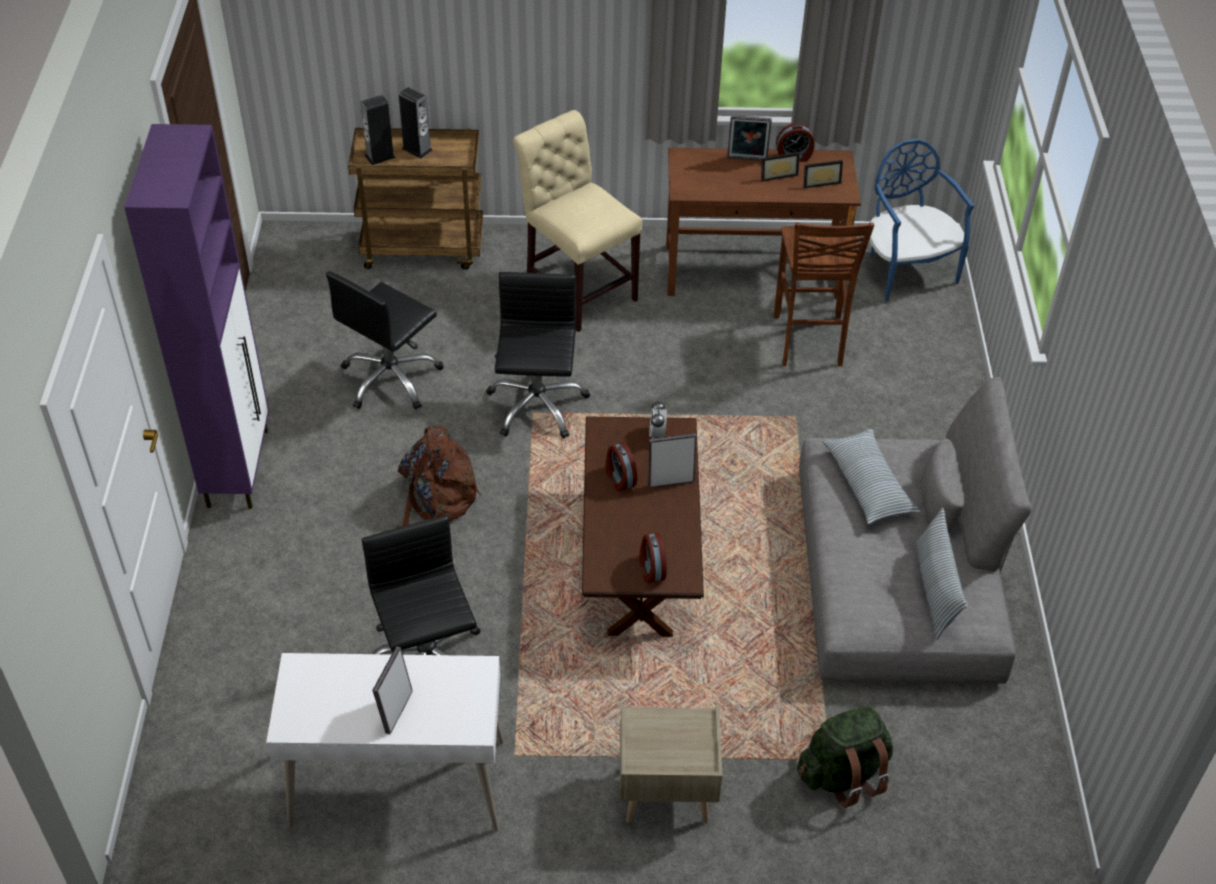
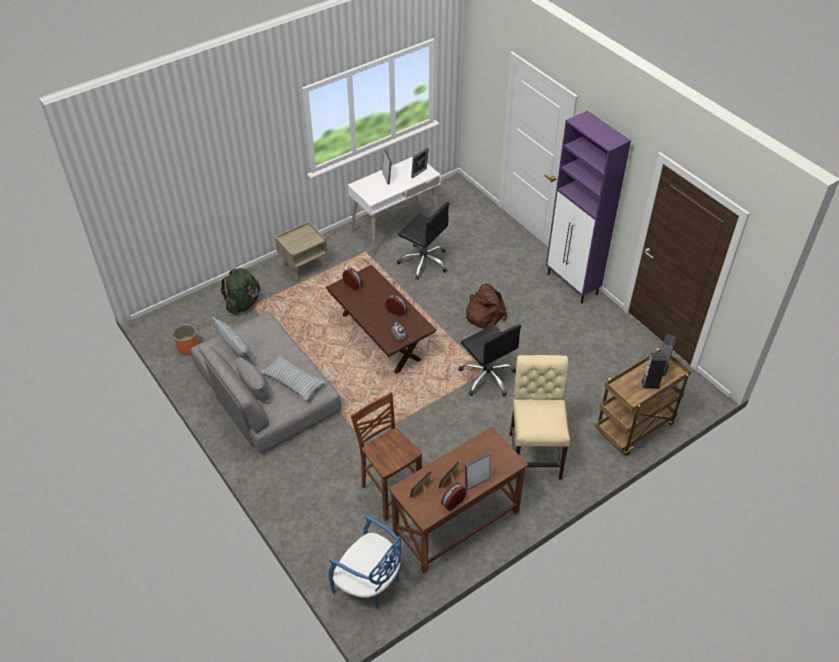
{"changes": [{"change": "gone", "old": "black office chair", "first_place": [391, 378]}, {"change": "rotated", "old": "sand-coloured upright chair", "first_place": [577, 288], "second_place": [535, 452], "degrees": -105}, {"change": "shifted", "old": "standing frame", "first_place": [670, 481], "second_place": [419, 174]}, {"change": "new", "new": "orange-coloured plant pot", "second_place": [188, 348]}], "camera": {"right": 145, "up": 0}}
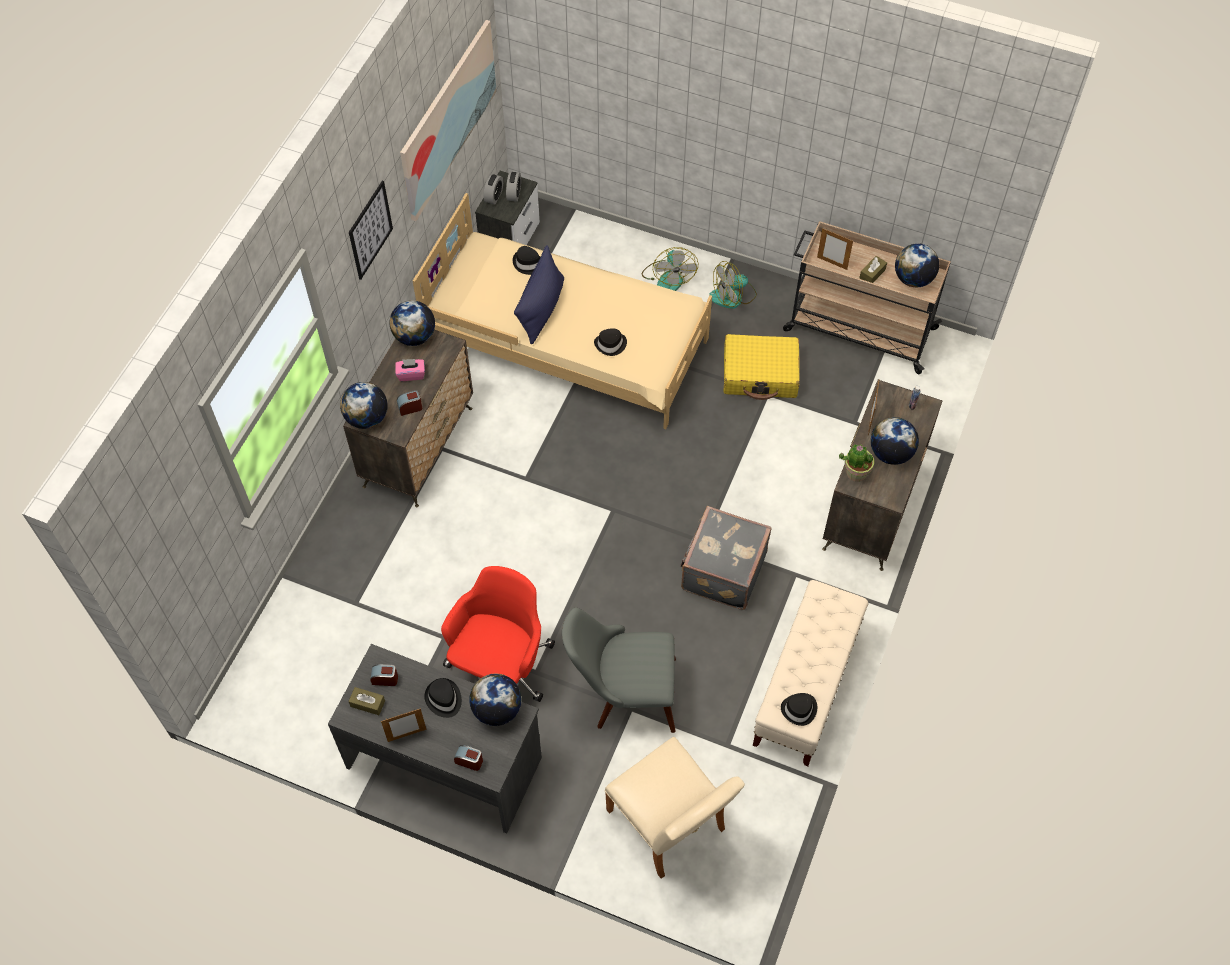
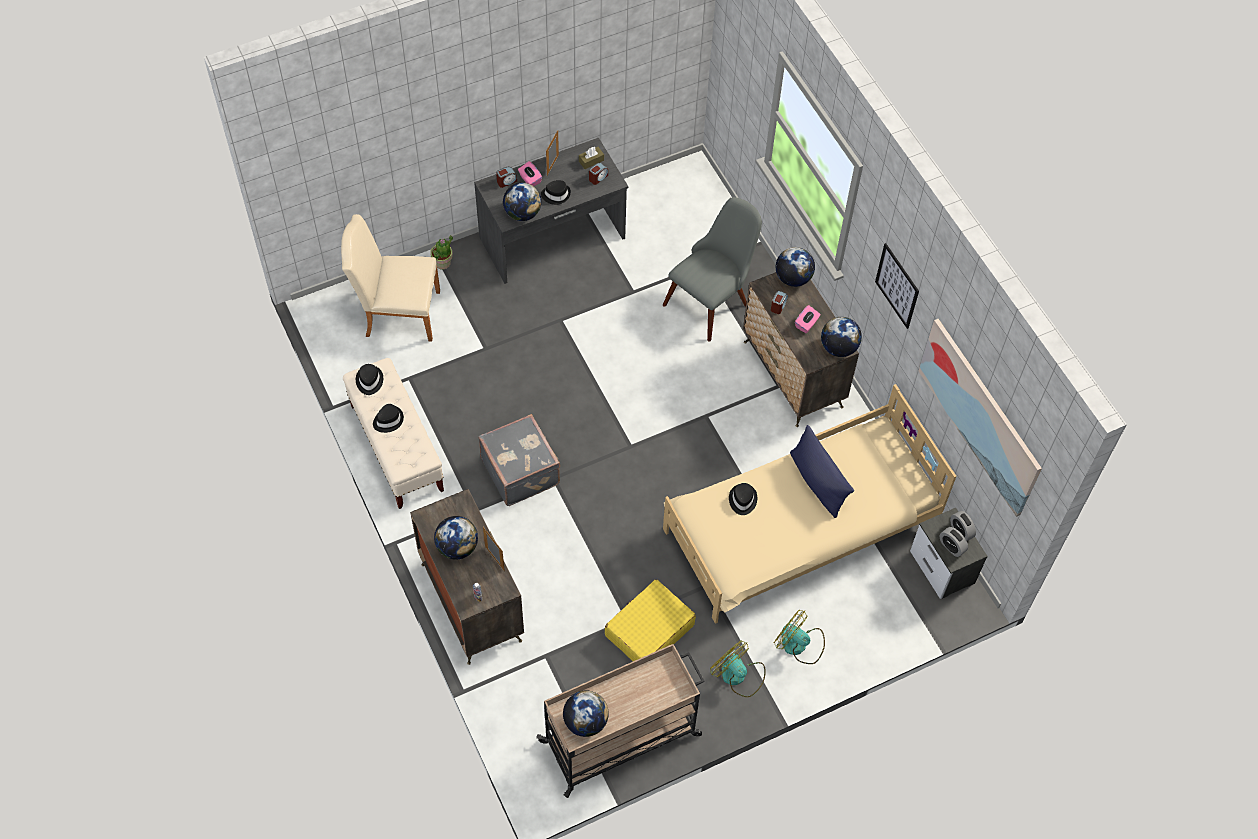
{"changes": [{"change": "gone", "old": "reddish office chair", "first_place": [500, 667]}, {"change": "shifted", "old": "black clothing hat", "first_place": [528, 264], "second_place": [388, 420]}, {"change": "shifted", "old": "greyish upright chair", "first_place": [623, 693], "second_place": [712, 298]}, {"change": "rotated", "old": "fan", "first_place": [733, 296], "second_place": [738, 676], "degrees": -60}, {"change": "gone", "old": "standing frame", "first_place": [832, 263]}, {"change": "shifted", "old": "plant in a pot", "first_place": [856, 472], "second_place": [443, 262]}, {"change": "gone", "old": "brown-coloured tissue holder", "first_place": [872, 274]}, {"change": "new", "new": "pink-coloured tissue holder", "second_place": [530, 179]}], "camera": {"right": 130, "up": 0}}
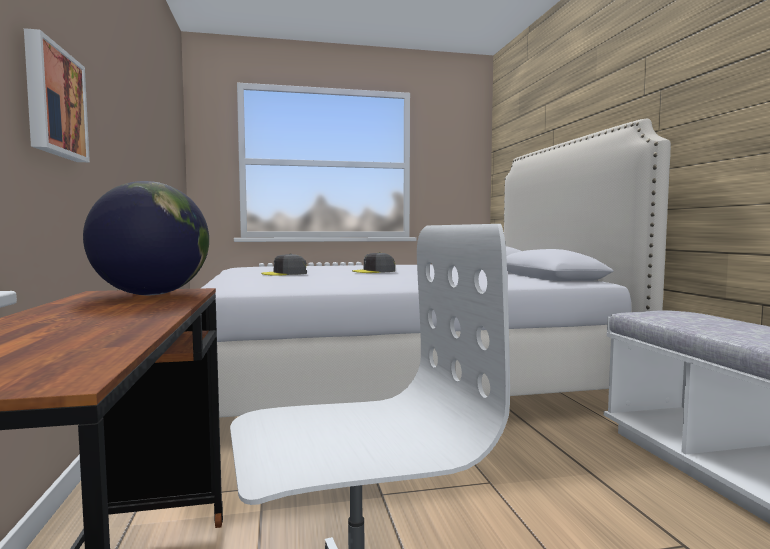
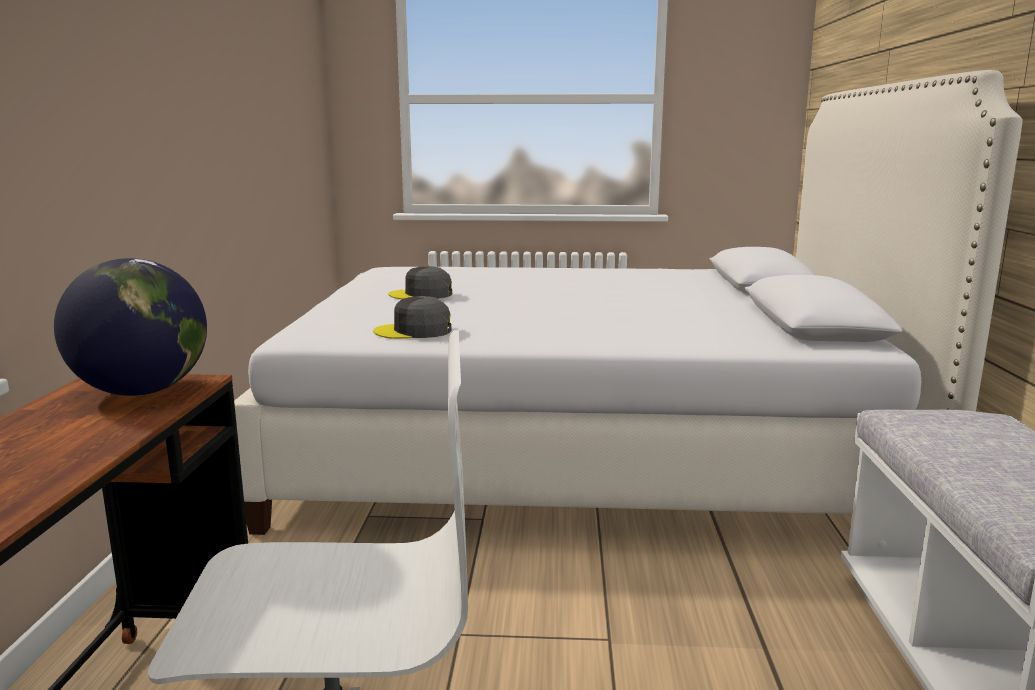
{"changes": [{"change": "gone", "old": "picture", "first_place": [53, 102]}, {"change": "shifted", "old": "greyish baseball cap", "first_place": [374, 271], "second_place": [414, 331]}], "camera": {"right": 15, "up": 10}}
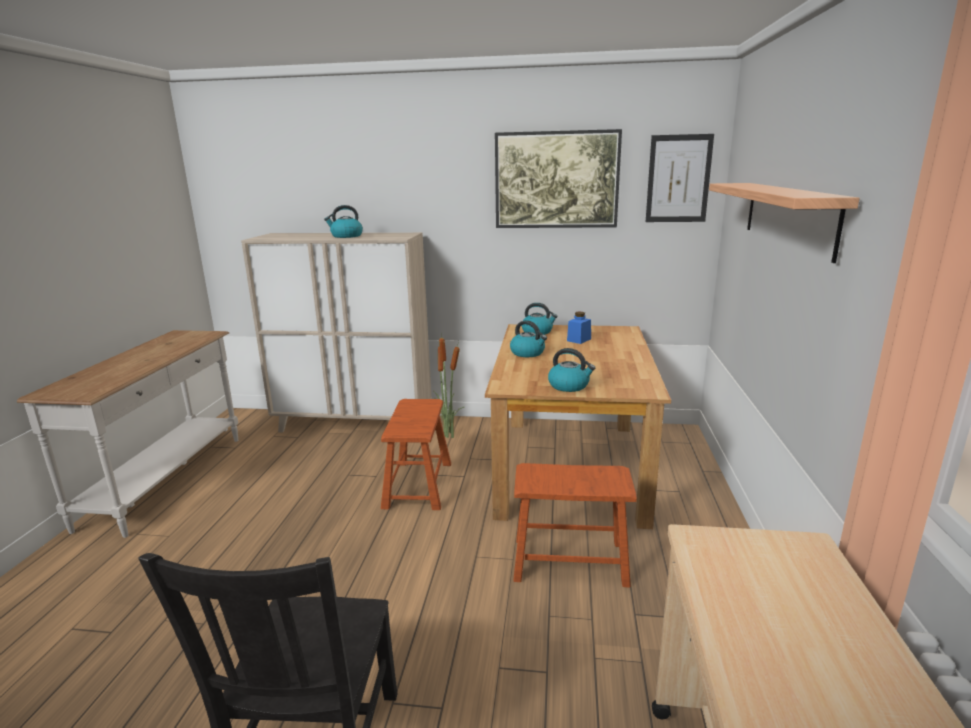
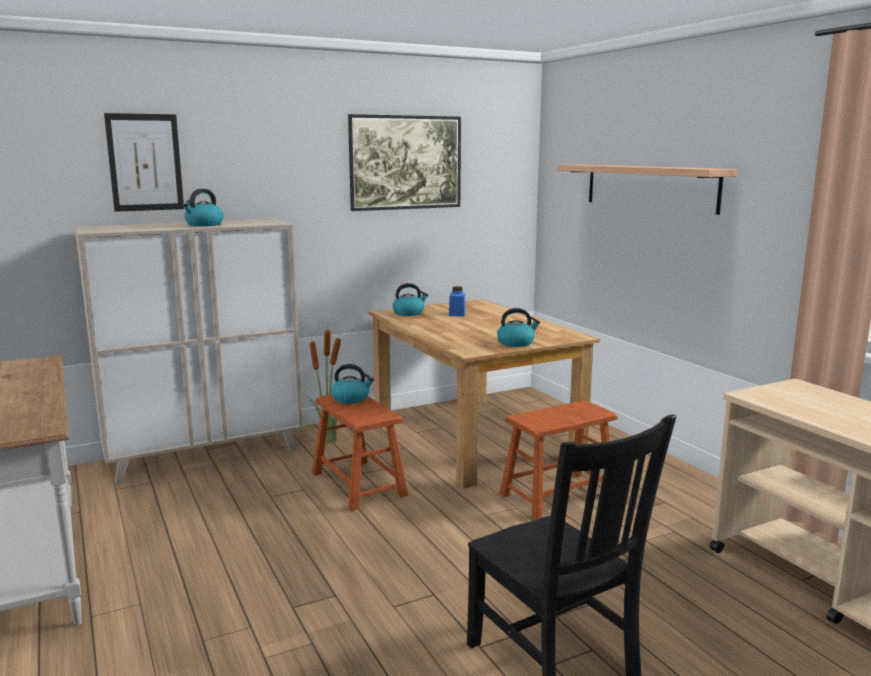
{"changes": [{"change": "shifted", "old": "water kettle", "first_place": [528, 353], "second_place": [351, 398]}, {"change": "shifted", "old": "picture", "first_place": [678, 179], "second_place": [145, 162]}], "camera": {"right": -35, "up": -5}}
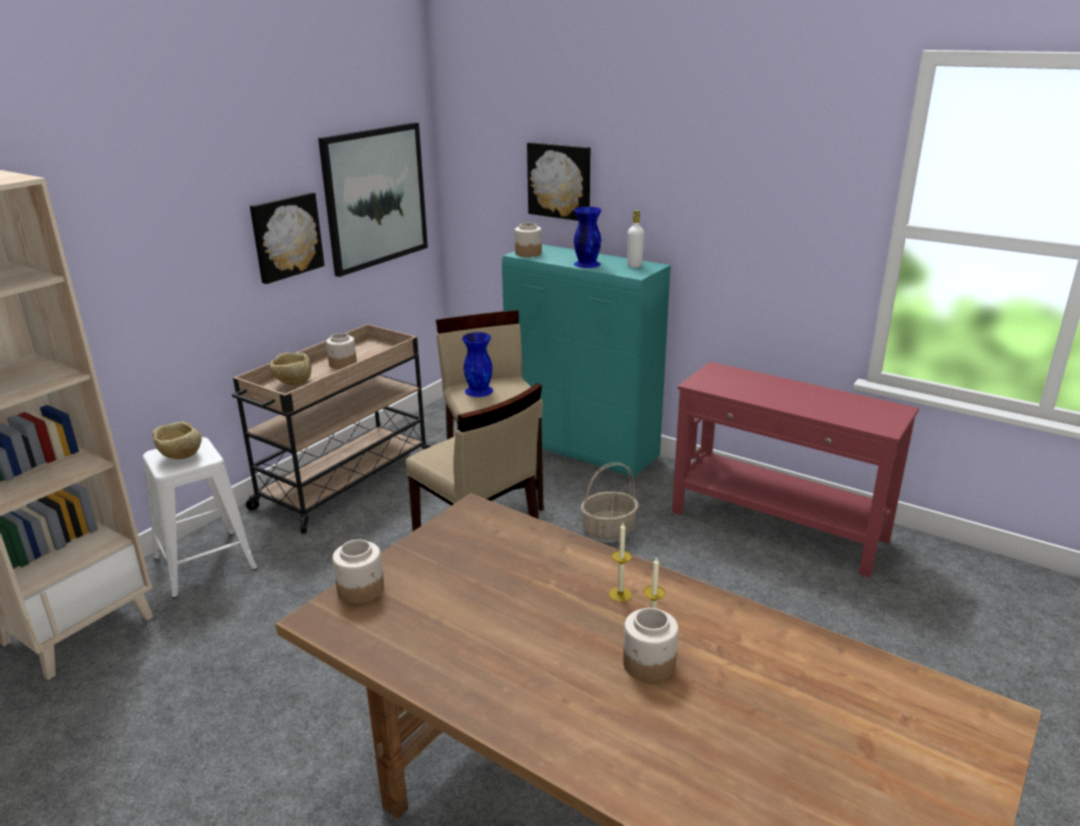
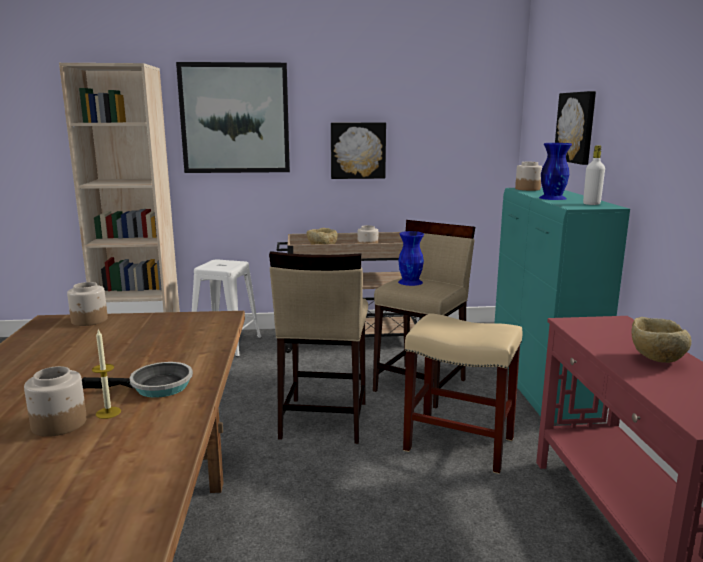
{"changes": [{"change": "shifted", "old": "sand-coloured serving bowl", "first_place": [180, 457], "second_place": [655, 360]}, {"change": "shifted", "old": "picture", "first_place": [375, 197], "second_place": [235, 118]}, {"change": "swapped", "old": "basket", "new": "sand-coloured sitting stool", "first_place": [609, 529], "second_place": [460, 444]}, {"change": "swapped", "old": "candle", "new": "skillet", "first_place": [620, 594], "second_place": [155, 387]}], "camera": {"right": 50, "up": -10}}
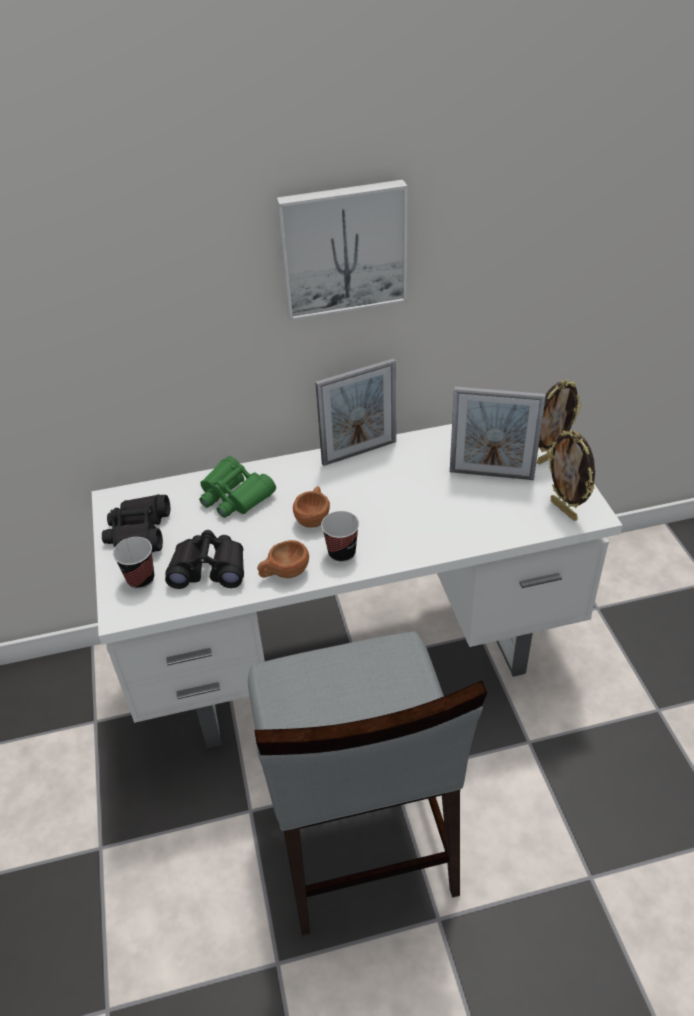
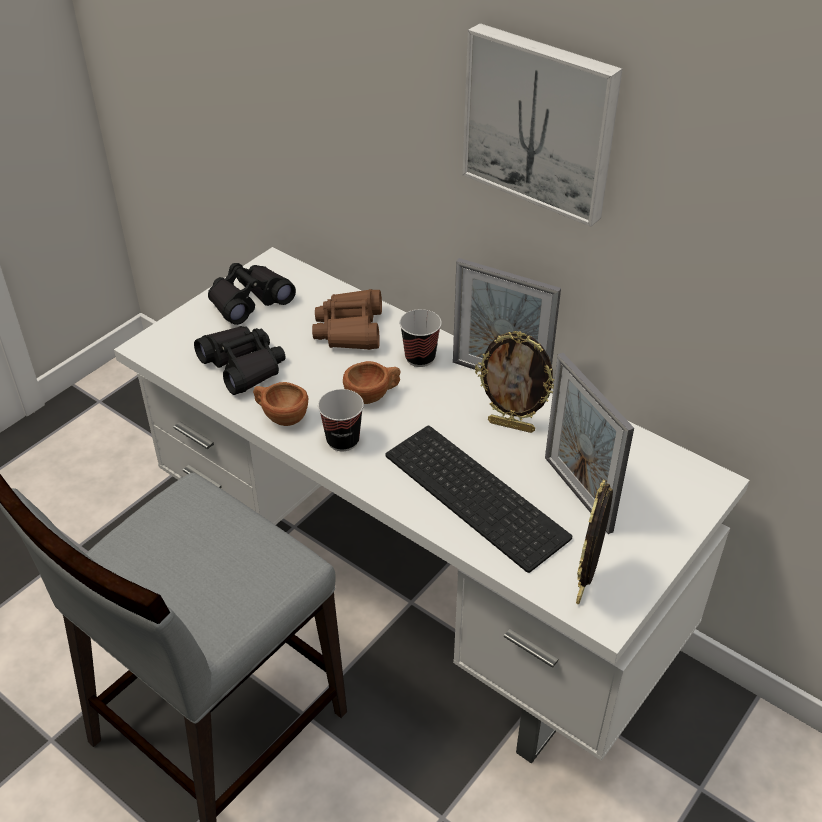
{"changes": [{"change": "shifted", "old": "cup", "first_place": [141, 579], "second_place": [420, 358]}, {"change": "repainted", "old": "green-coloured pair of binoculars", "new": "brown-coloured pair of binoculars", "first_place": [235, 496], "second_place": [350, 329]}, {"change": "shifted", "old": "standing frame", "first_place": [549, 456], "second_place": [511, 425]}, {"change": "new", "new": "keyboard", "second_place": [479, 495]}], "camera": {"right": 50, "up": 0}}
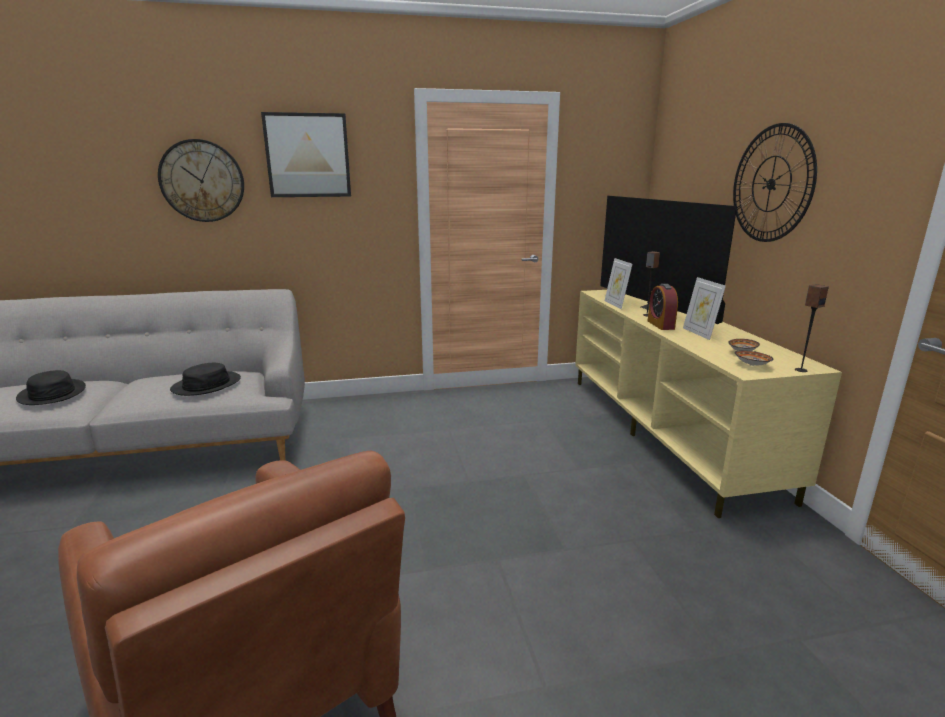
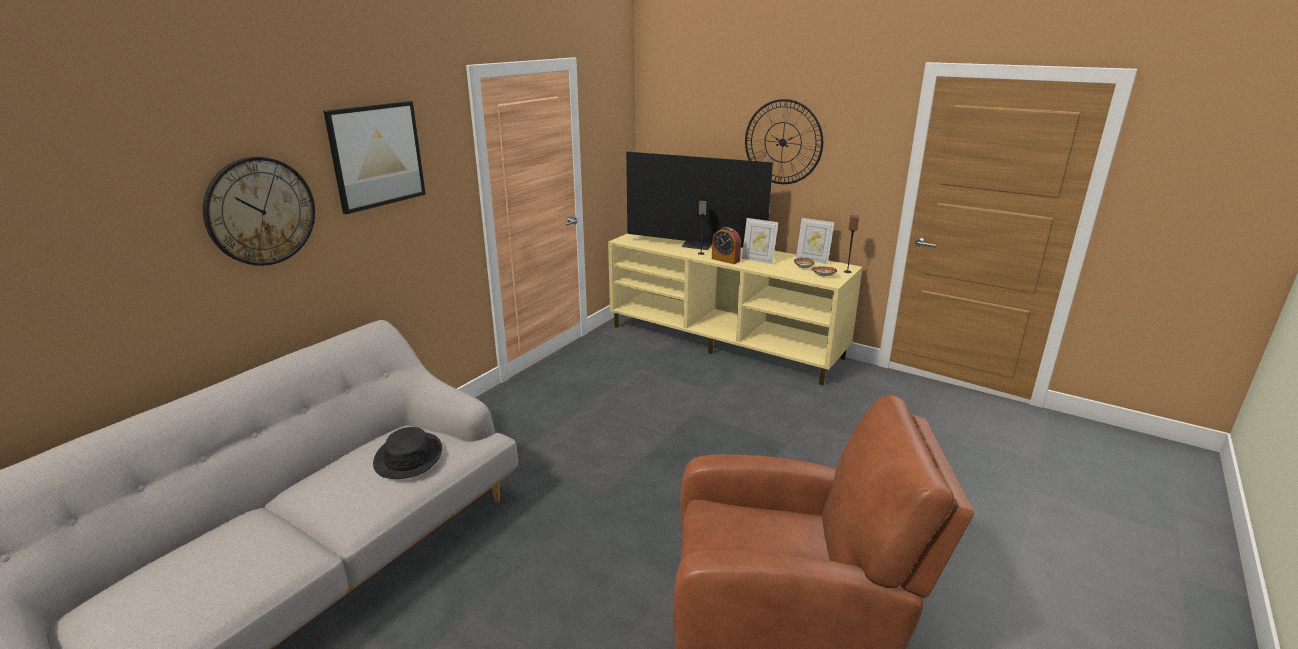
{"changes": [{"change": "gone", "old": "black clothing hat", "first_place": [52, 393]}, {"change": "shifted", "old": "standing frame", "first_place": [616, 304], "second_place": [812, 260]}], "camera": {"right": -45, "up": 5}}
